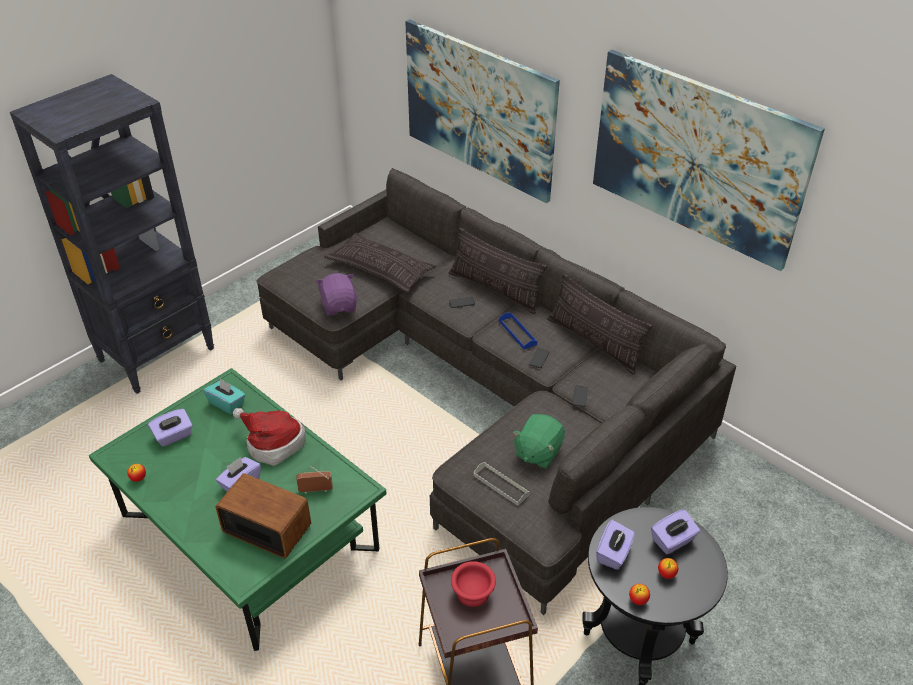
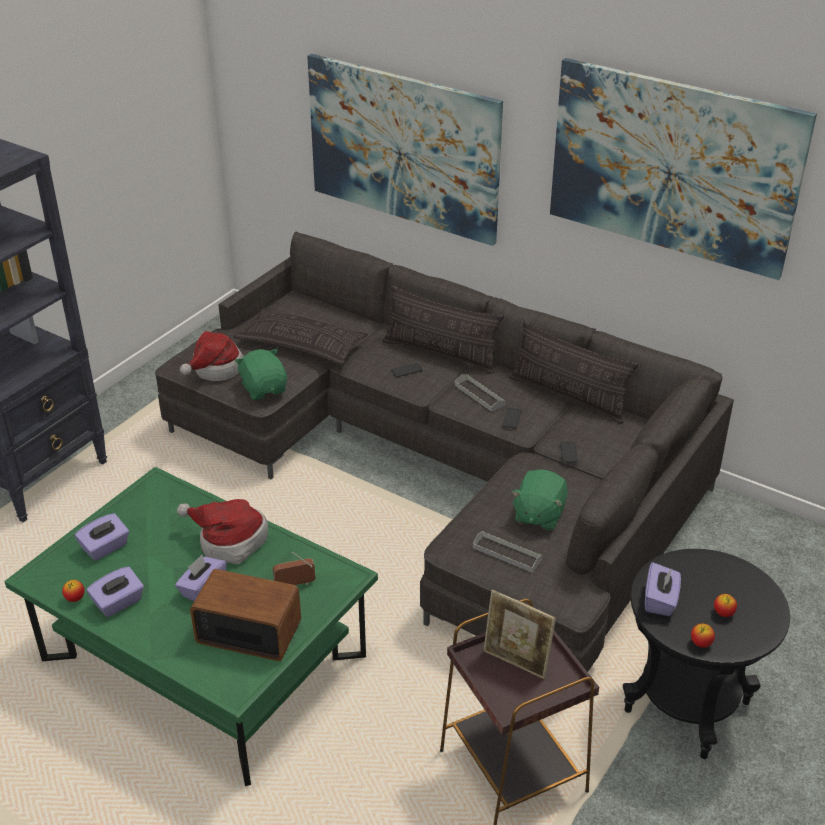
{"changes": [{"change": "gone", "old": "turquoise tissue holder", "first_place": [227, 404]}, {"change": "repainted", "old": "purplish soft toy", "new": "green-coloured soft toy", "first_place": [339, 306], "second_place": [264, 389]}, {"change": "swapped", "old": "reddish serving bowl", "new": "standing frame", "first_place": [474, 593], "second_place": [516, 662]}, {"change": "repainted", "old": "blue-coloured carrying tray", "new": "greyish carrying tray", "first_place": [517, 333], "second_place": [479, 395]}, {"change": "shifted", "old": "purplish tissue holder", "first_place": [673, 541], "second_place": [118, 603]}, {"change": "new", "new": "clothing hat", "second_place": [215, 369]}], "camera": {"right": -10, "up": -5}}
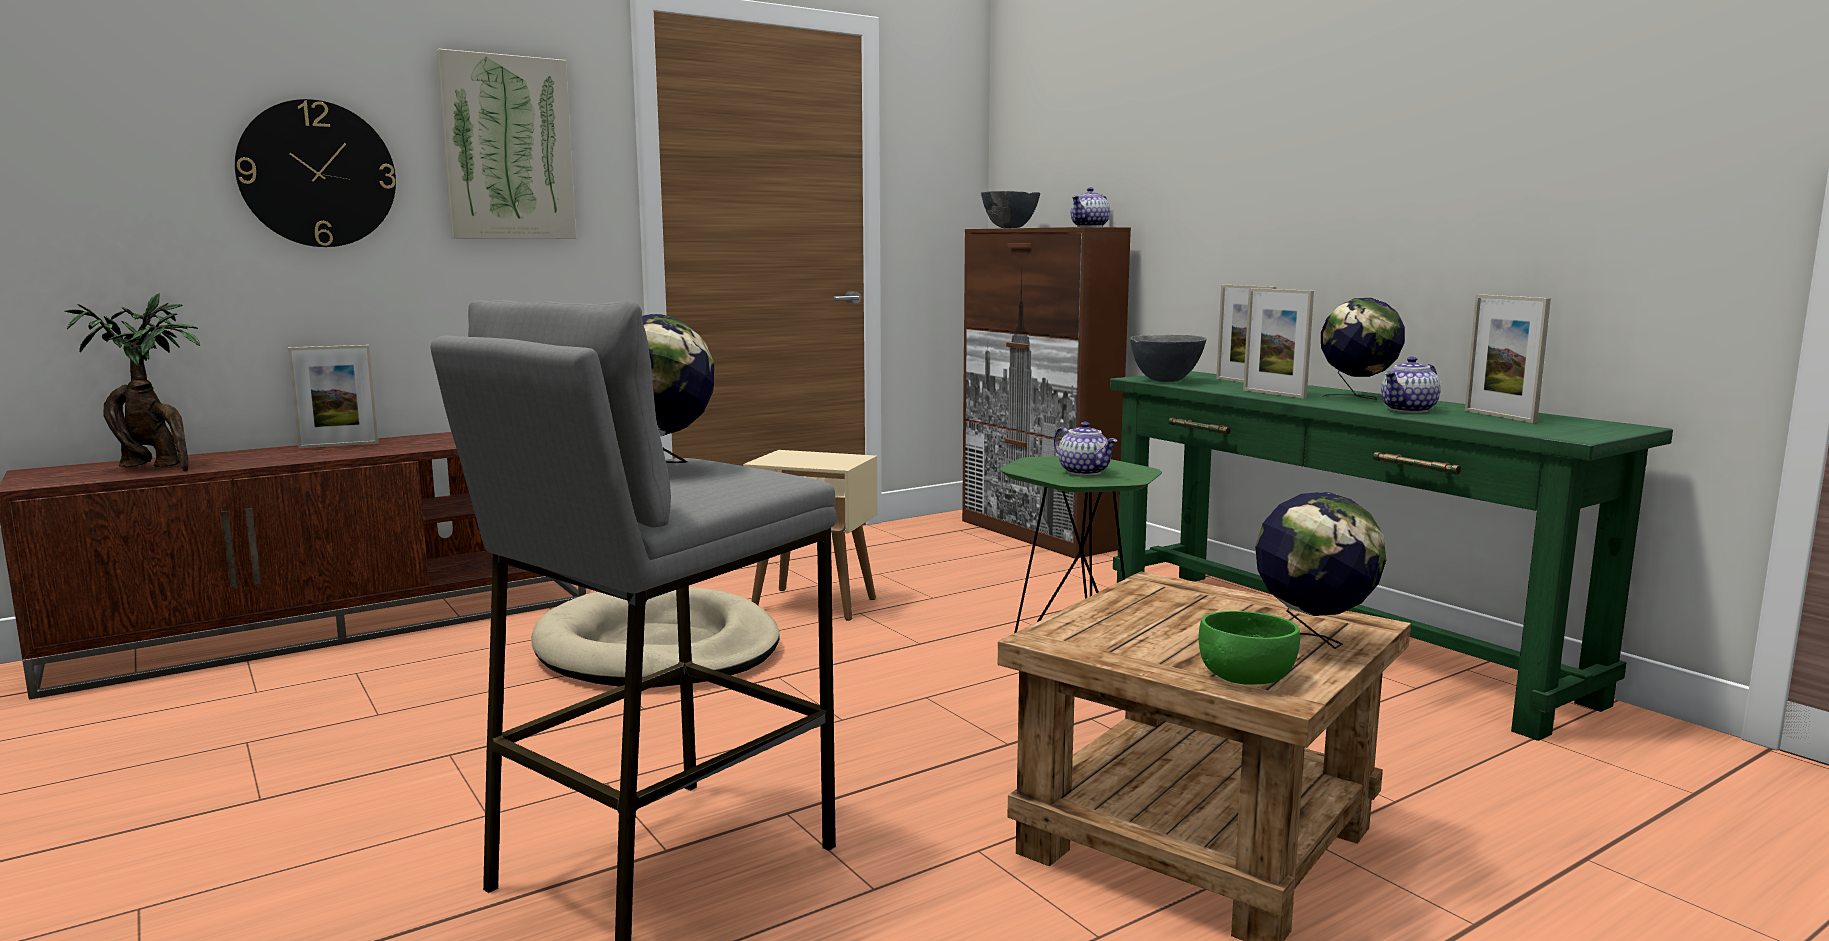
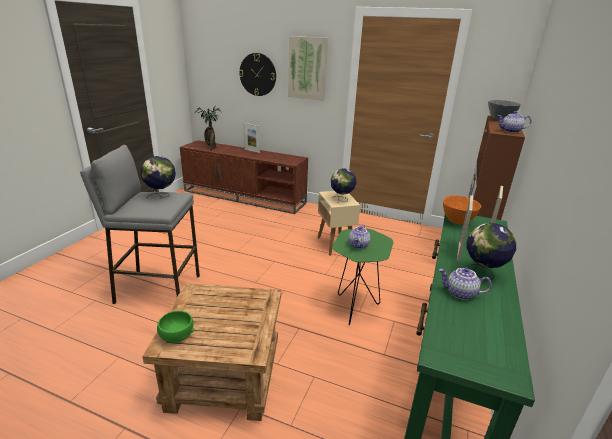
{"changes": [{"change": "gone", "old": "sand-coloured pet bed", "first_place": [657, 650]}, {"change": "repainted", "old": "greyish serving bowl", "new": "orange-coloured serving bowl", "first_place": [1165, 381], "second_place": [456, 221]}, {"change": "shifted", "old": "globe", "first_place": [1313, 645], "second_place": [341, 200]}, {"change": "gone", "old": "standing frame", "first_place": [1499, 416]}], "camera": {"right": 55, "up": 15}}
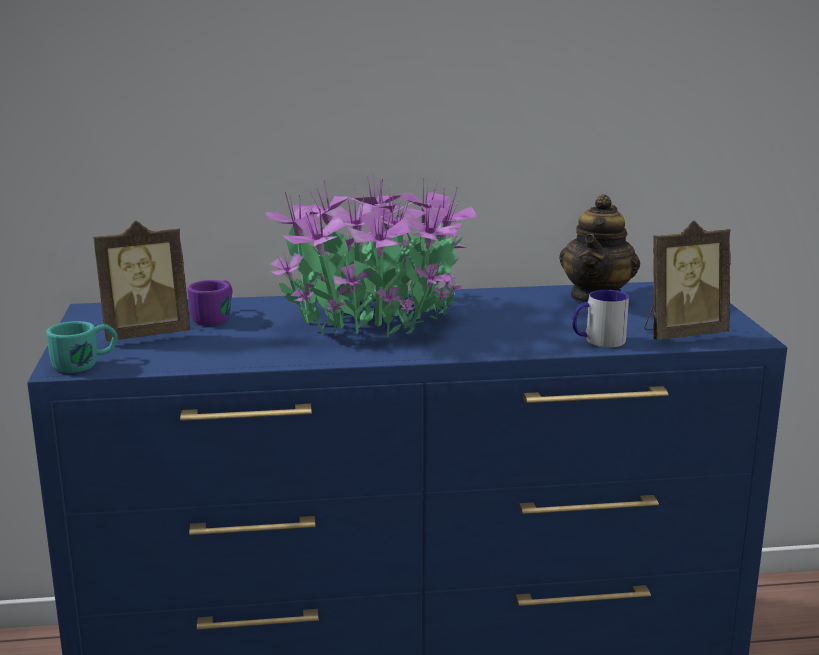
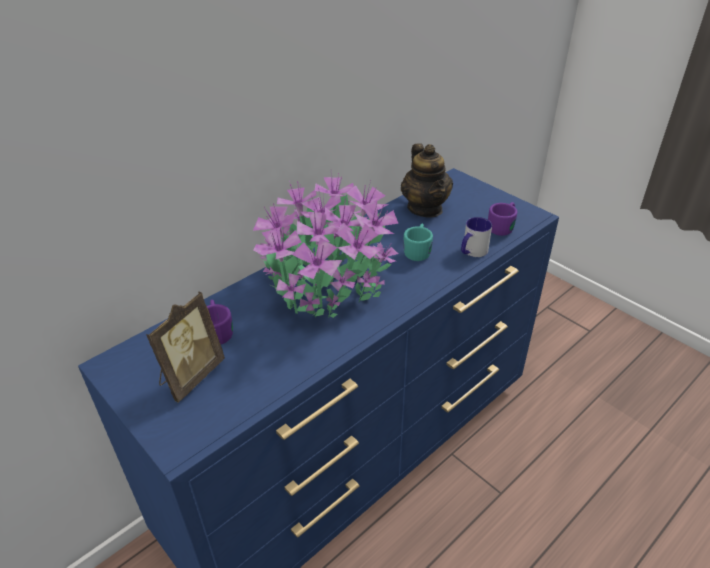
{"changes": [{"change": "shifted", "old": "turquoise coffee mug", "first_place": [86, 363], "second_place": [418, 250]}, {"change": "swapped", "old": "standing frame", "new": "purplish coffee mug", "first_place": [681, 334], "second_place": [503, 226]}], "camera": {"right": -35, "up": 20}}
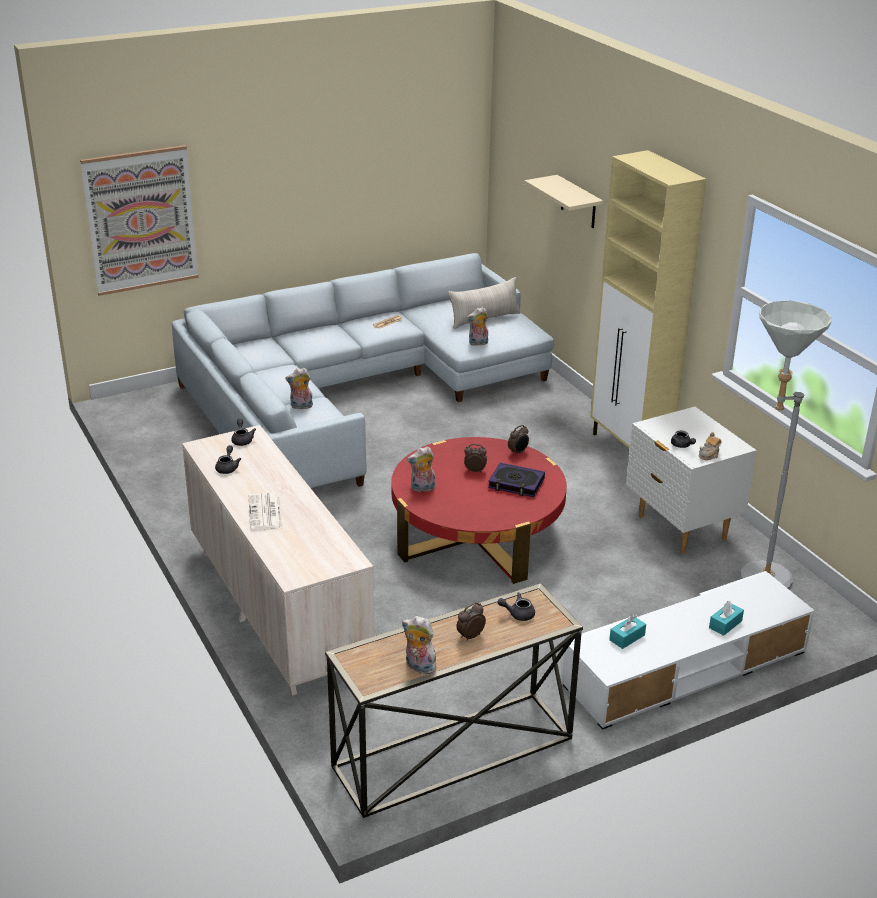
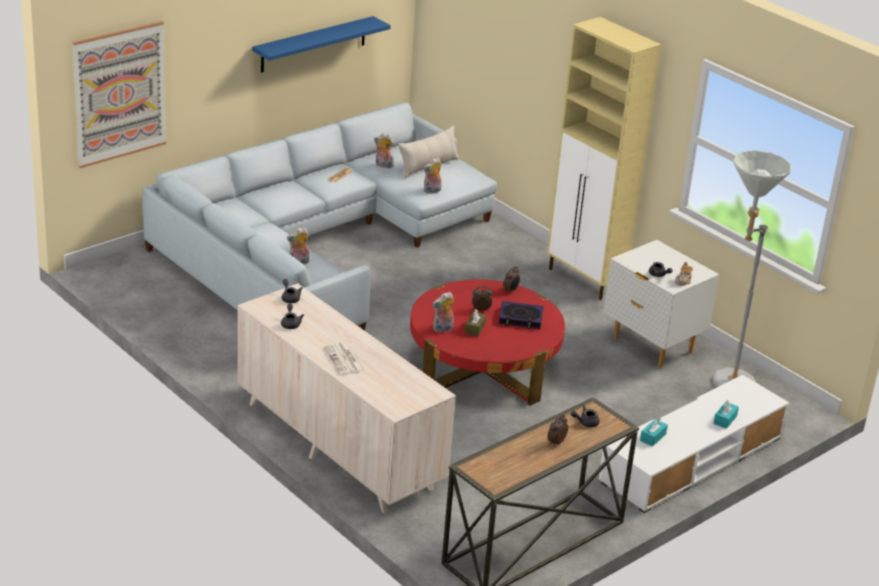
{"changes": [{"change": "shifted", "old": "soft toy", "first_place": [418, 667], "second_place": [383, 165]}, {"change": "gone", "old": "sand-coloured wall shelf", "first_place": [578, 202]}, {"change": "new", "new": "blue-coloured wall shelf", "second_place": [313, 44]}, {"change": "new", "new": "brown-coloured tissue holder", "second_place": [475, 328]}], "camera": {"right": -15, "up": 0}}
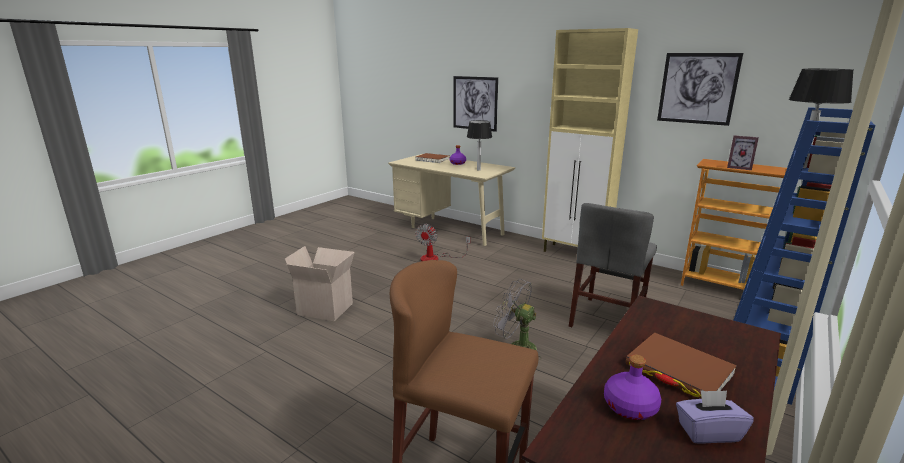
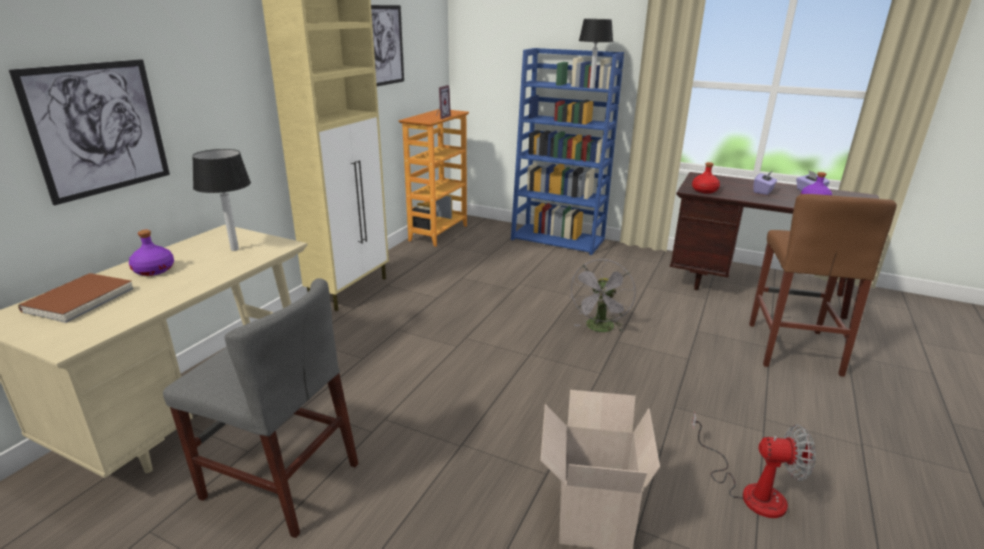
{"changes": [{"change": "shifted", "old": "fan", "first_place": [436, 258], "second_place": [750, 490]}, {"change": "shifted", "old": "greyish upright chair", "first_place": [607, 319], "second_place": [280, 481]}, {"change": "swapped", "old": "brown-coloured bound book", "new": "purplish tissue holder", "first_place": [678, 370], "second_place": [763, 191]}, {"change": "new", "new": "reddish bottle", "second_place": [704, 190]}], "camera": {"right": -100, "up": 5}}
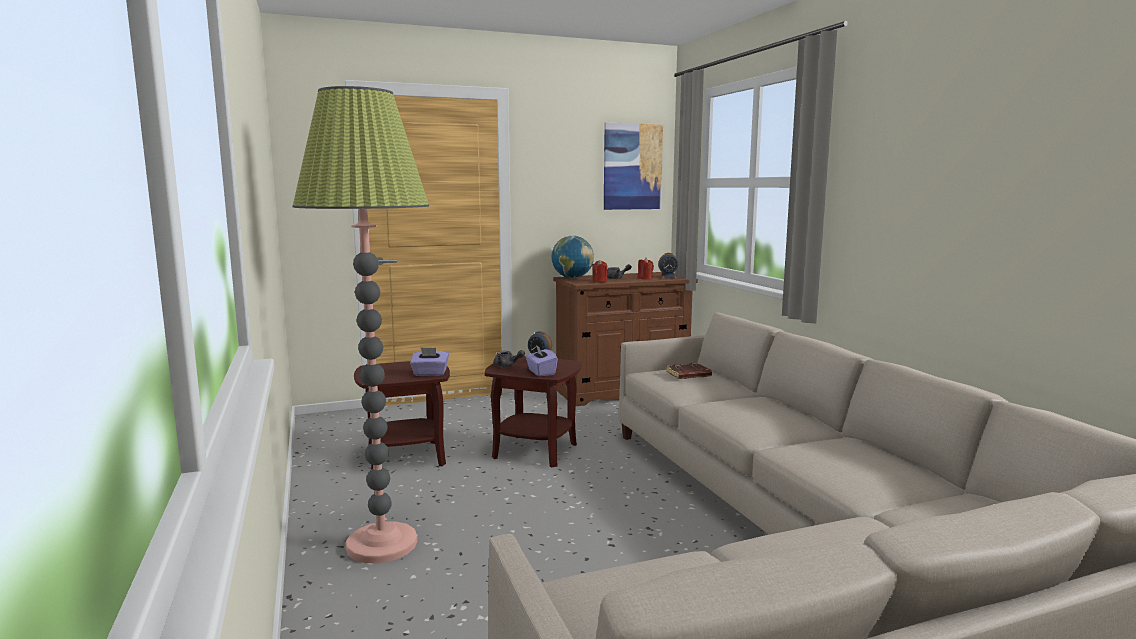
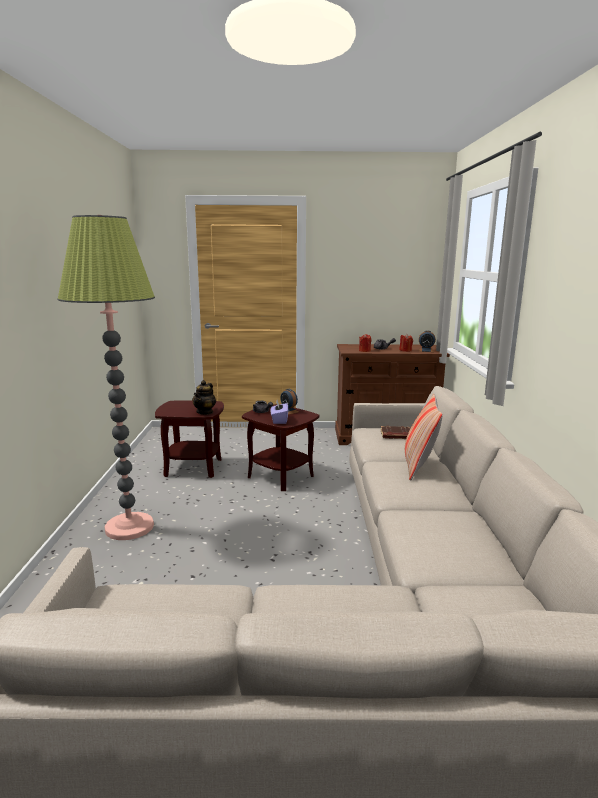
{"changes": [{"change": "swapped", "old": "purplish tissue holder", "new": "pot for tea", "first_place": [430, 373], "second_place": [205, 412]}, {"change": "gone", "old": "globe", "first_place": [572, 278]}, {"change": "gone", "old": "picture", "first_place": [632, 166]}, {"change": "new", "new": "throw pillow", "second_place": [419, 466]}], "camera": {"right": 20, "up": 5}}
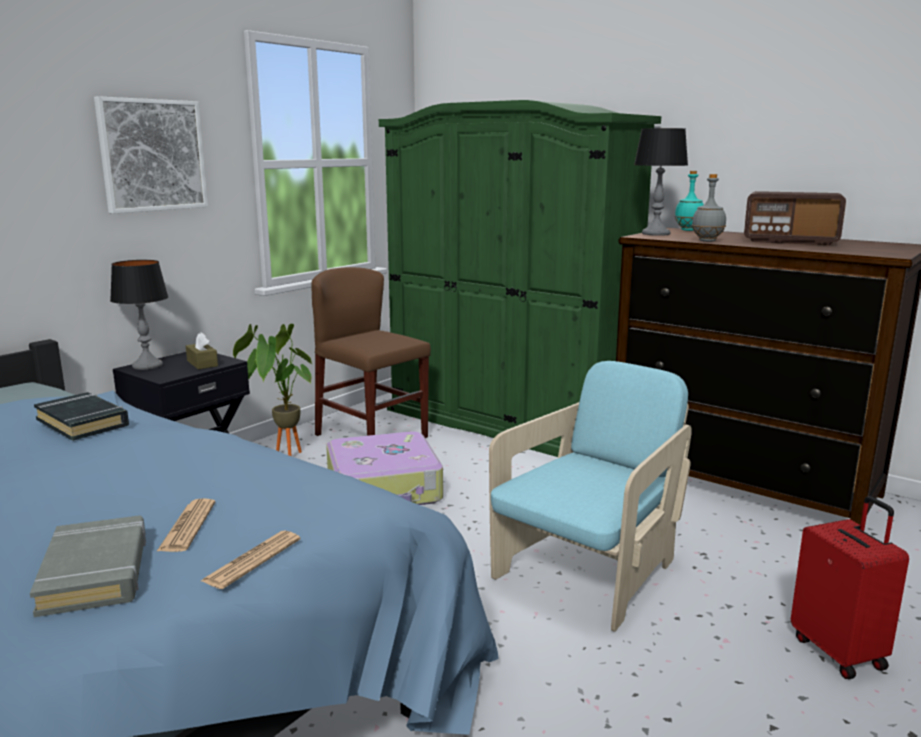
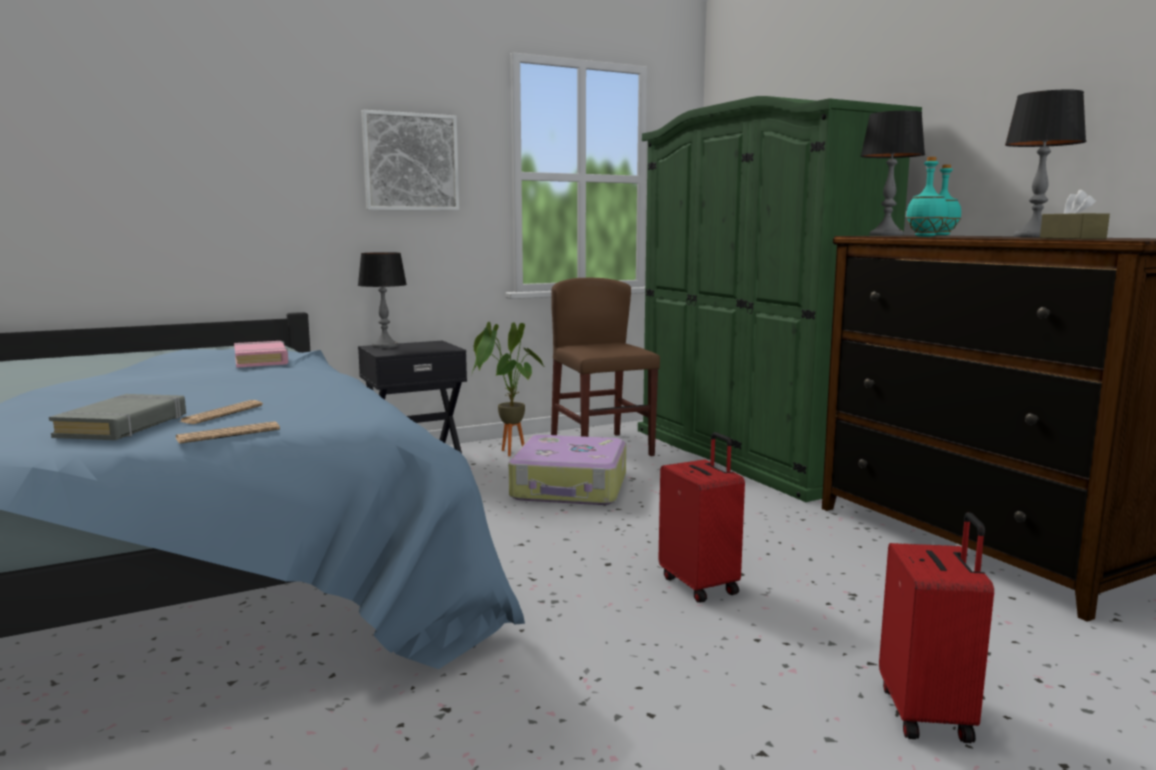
{"changes": [{"change": "repainted", "old": "black bound book", "new": "pink-coloured bound book", "first_place": [83, 422], "second_place": [261, 360]}, {"change": "shifted", "old": "brown-coloured tissue holder", "first_place": [202, 363], "second_place": [1072, 238]}, {"change": "swapped", "old": "turquoise armchair", "new": "reddish travel case", "first_place": [589, 573], "second_place": [700, 584]}, {"change": "repainted", "old": "greyish bottle", "new": "turquoise bottle", "first_place": [706, 241], "second_place": [924, 236]}, {"change": "swapped", "old": "radio set", "new": "table lamp", "first_place": [790, 241], "second_place": [1034, 237]}], "camera": {"right": 25, "up": -5}}
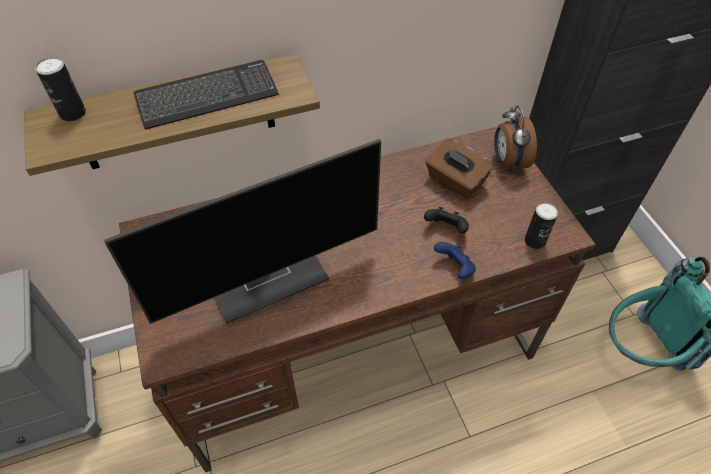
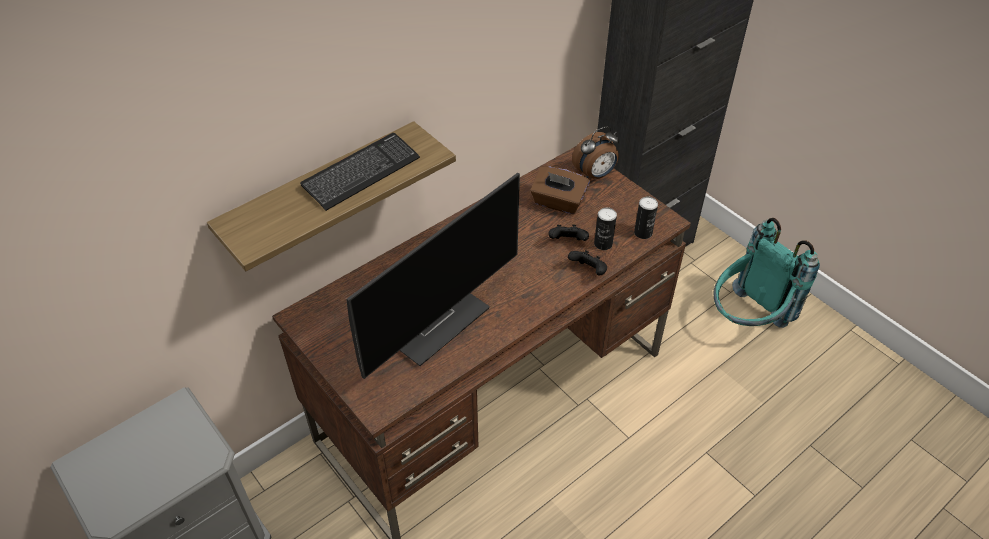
{"changes": [{"change": "shifted", "old": "metal can", "first_place": [73, 113], "second_place": [603, 244]}, {"change": "repainted", "old": "blue-coloured gamepad", "new": "black gamepad", "first_place": [455, 268], "second_place": [588, 271]}, {"change": "rotated", "old": "bedside clock", "first_place": [508, 162], "second_place": [595, 175], "degrees": -90}], "camera": {"right": -20, "up": -5}}
